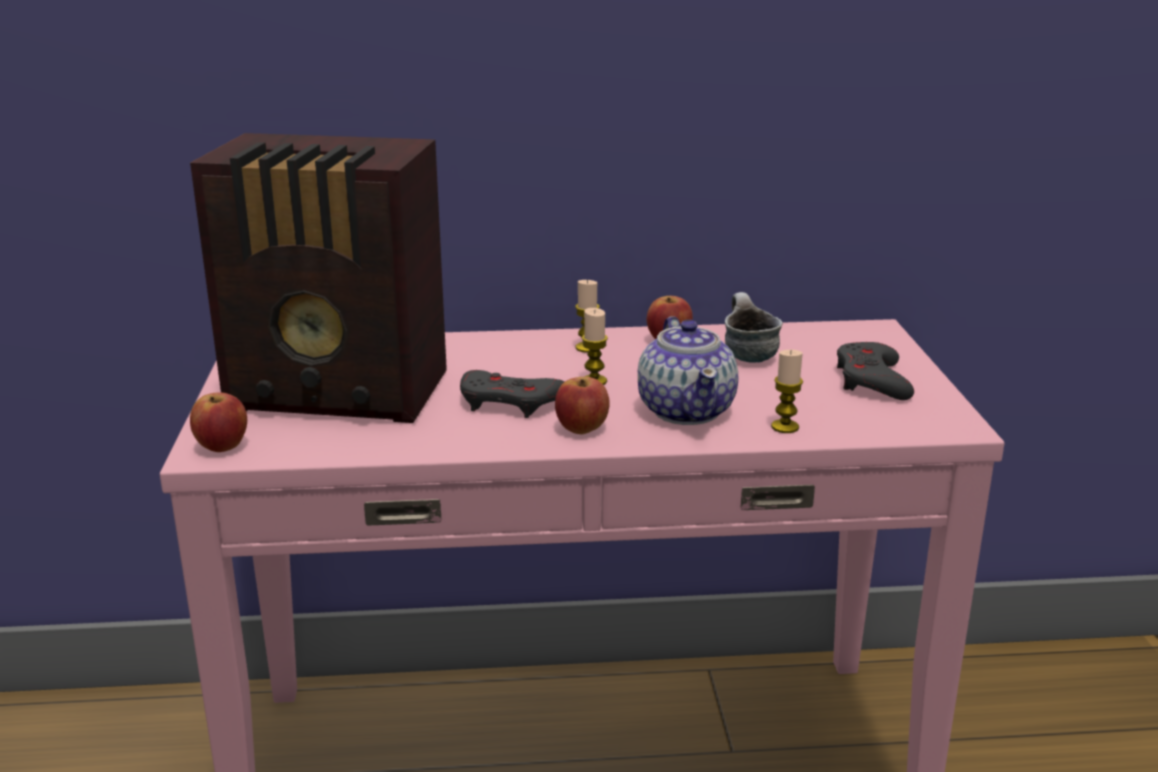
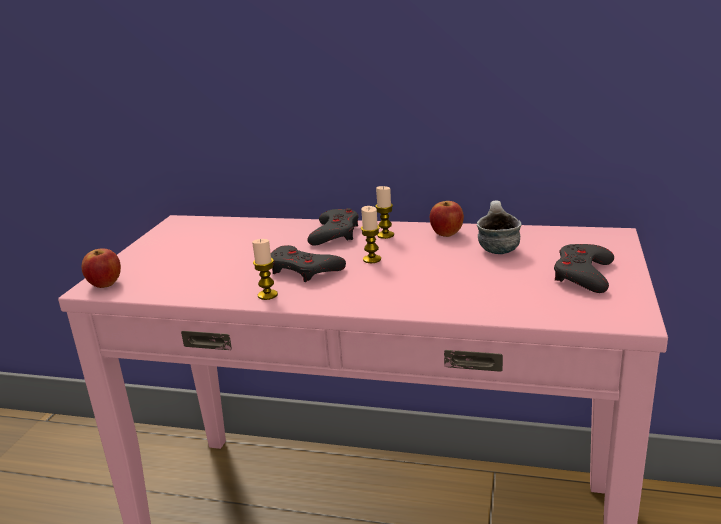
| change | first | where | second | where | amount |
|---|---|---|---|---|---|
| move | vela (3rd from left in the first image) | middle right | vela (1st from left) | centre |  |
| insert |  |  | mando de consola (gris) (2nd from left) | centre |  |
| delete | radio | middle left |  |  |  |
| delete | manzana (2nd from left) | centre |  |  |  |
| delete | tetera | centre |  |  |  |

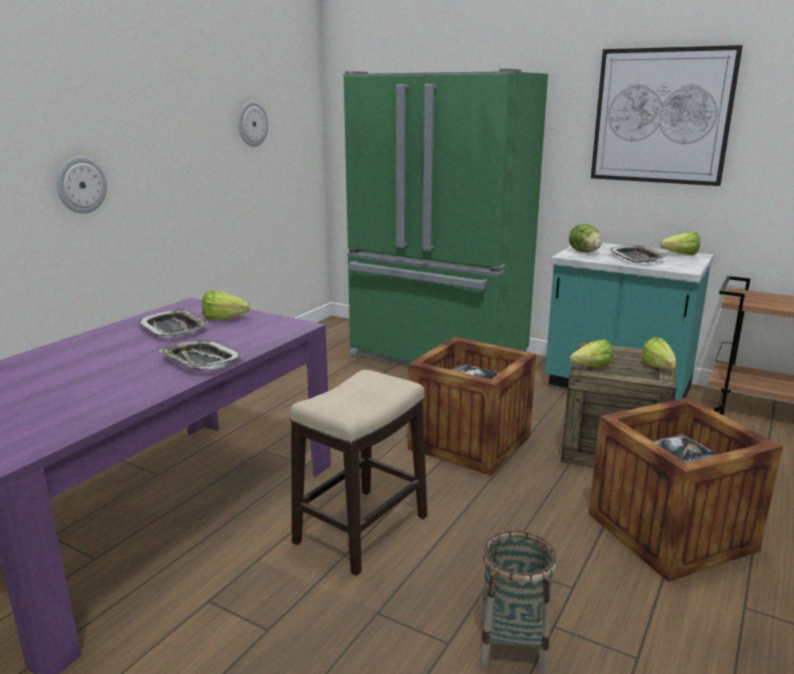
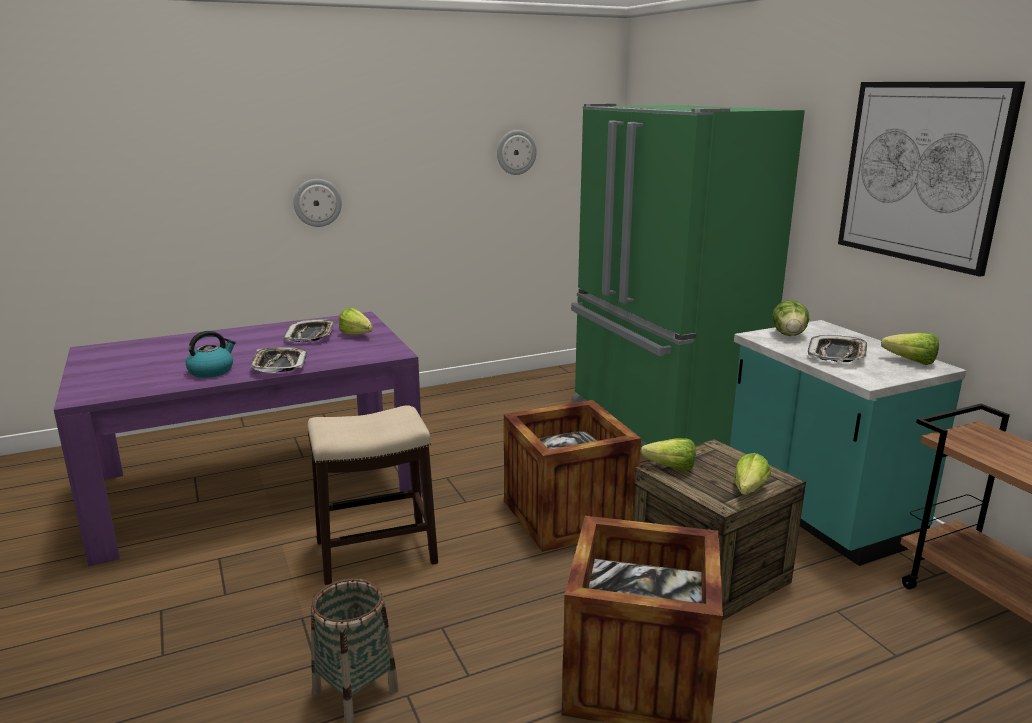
| change | first | where | second | where | amount |
|---|---|---|---|---|---|
| insert |  |  | hervidor | middle left |  |

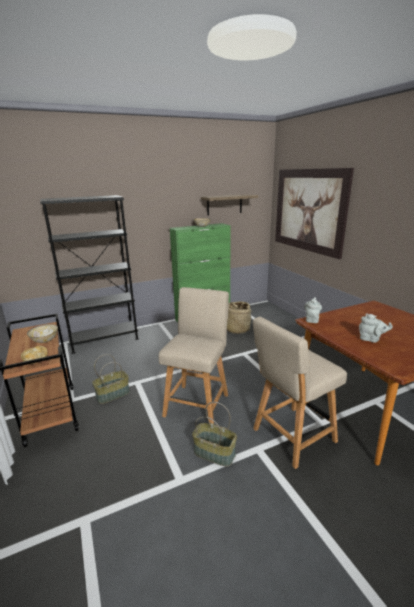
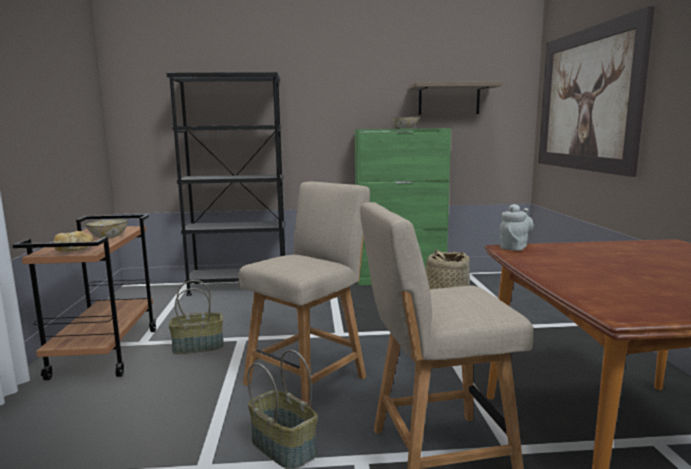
| change | first | where | second | where | amount |
|---|---|---|---|---|---|
| delete | tetera (gris) (2nd from left) | middle right |  |  |  |

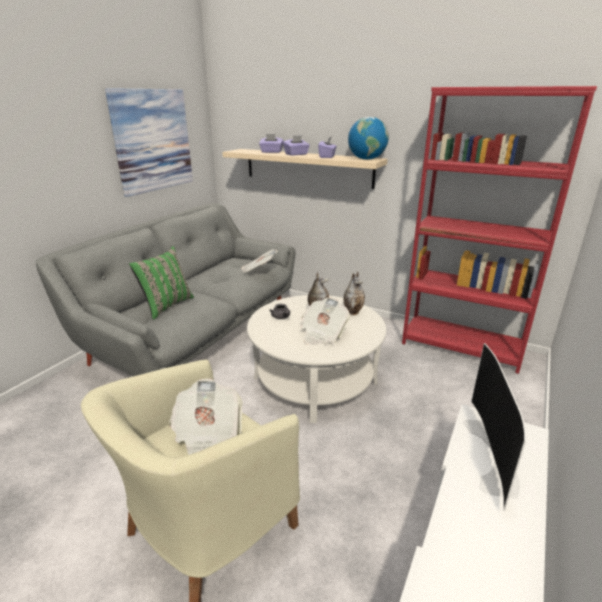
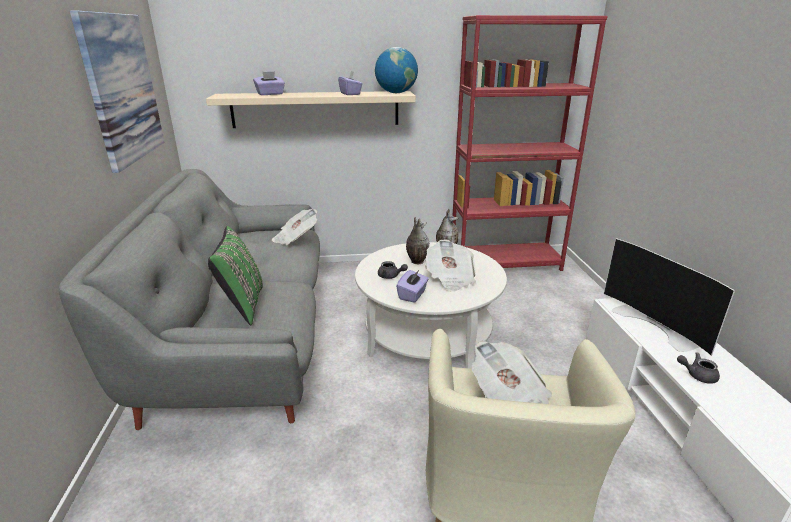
| change | first | where | second | where | amount |
|---|---|---|---|---|---|
| move | caja de pañuelos (morado) (2nd from left in the first image) | top centre | caja de pañuelos (morado) (3rd from left) | centre |  |
| insert |  |  | tetera (gris) (2nd from left) | bottom right |  |

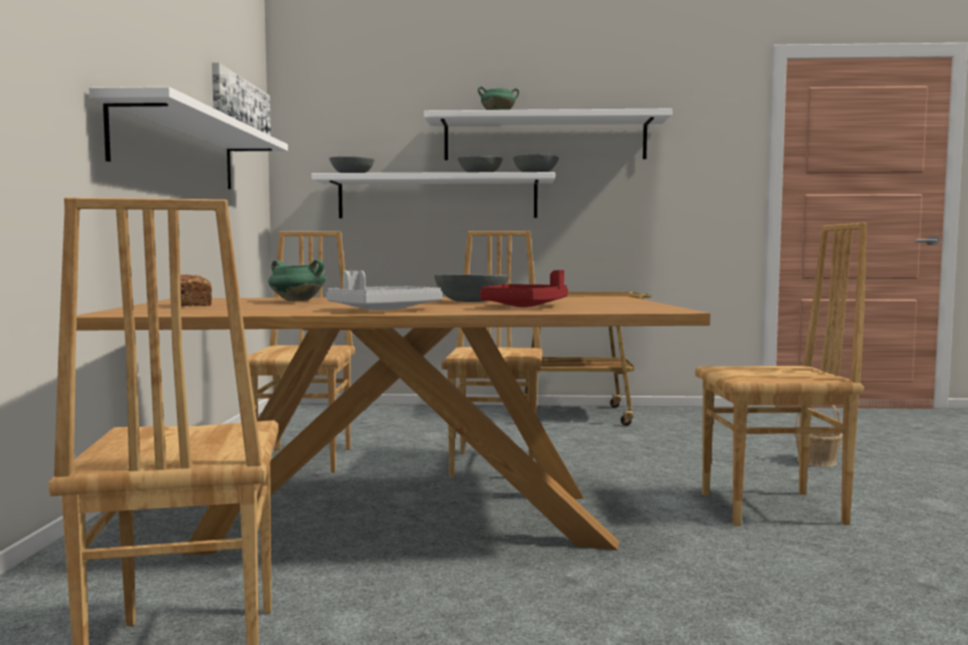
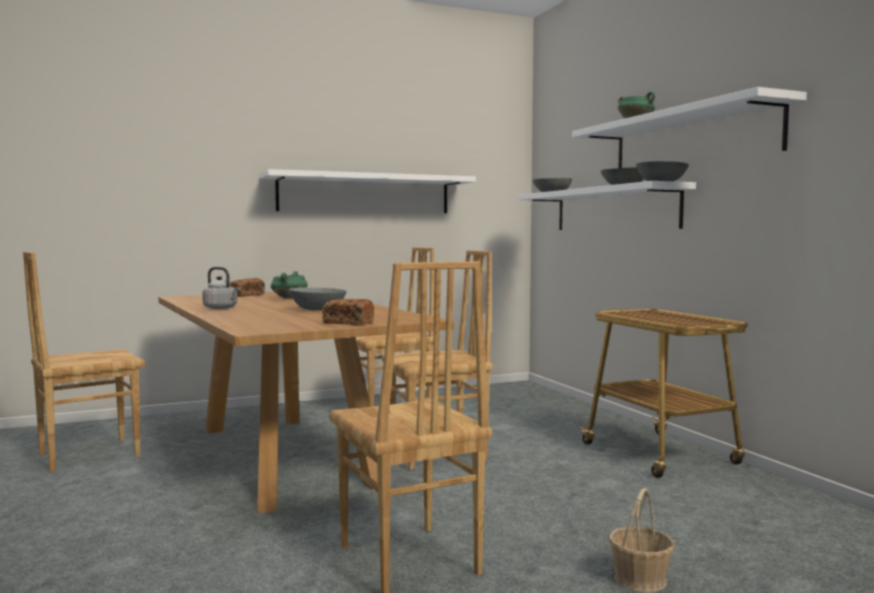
| change | first | where | second | where | amount |
|---|---|---|---|---|---|
| replace | bandeja (gris) | centre | hervidor (gris) | middle left |  |
| insert |  |  | pan (2nd from left) | centre |  |
| delete | cuadro | top left |  |  |  |
| delete | bandeja (rojo) | centre |  |  |  |

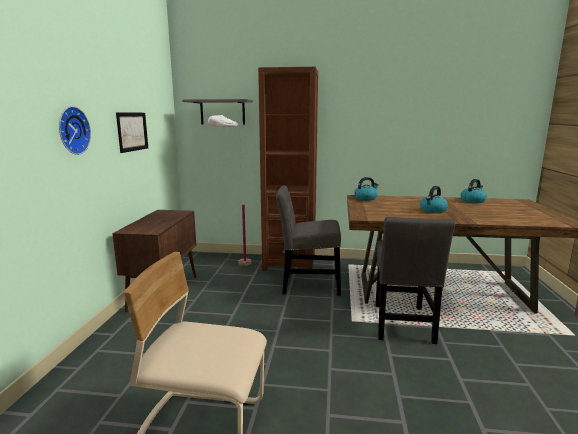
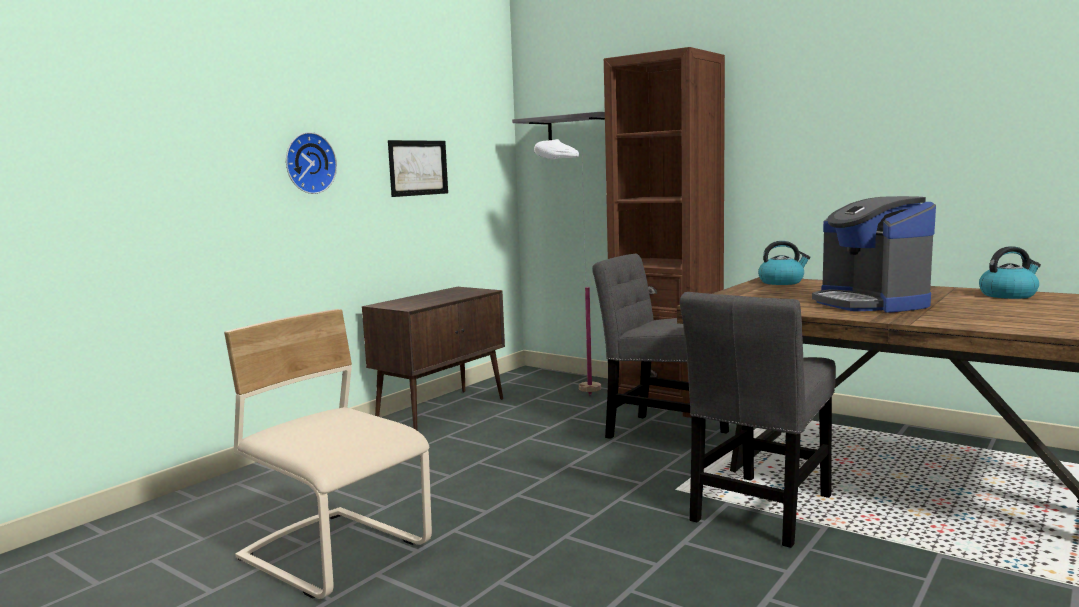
| change | first | where | second | where | amount |
|---|---|---|---|---|---|
| replace | hervidor (2nd from left) | middle right | cafetera | middle right |  |

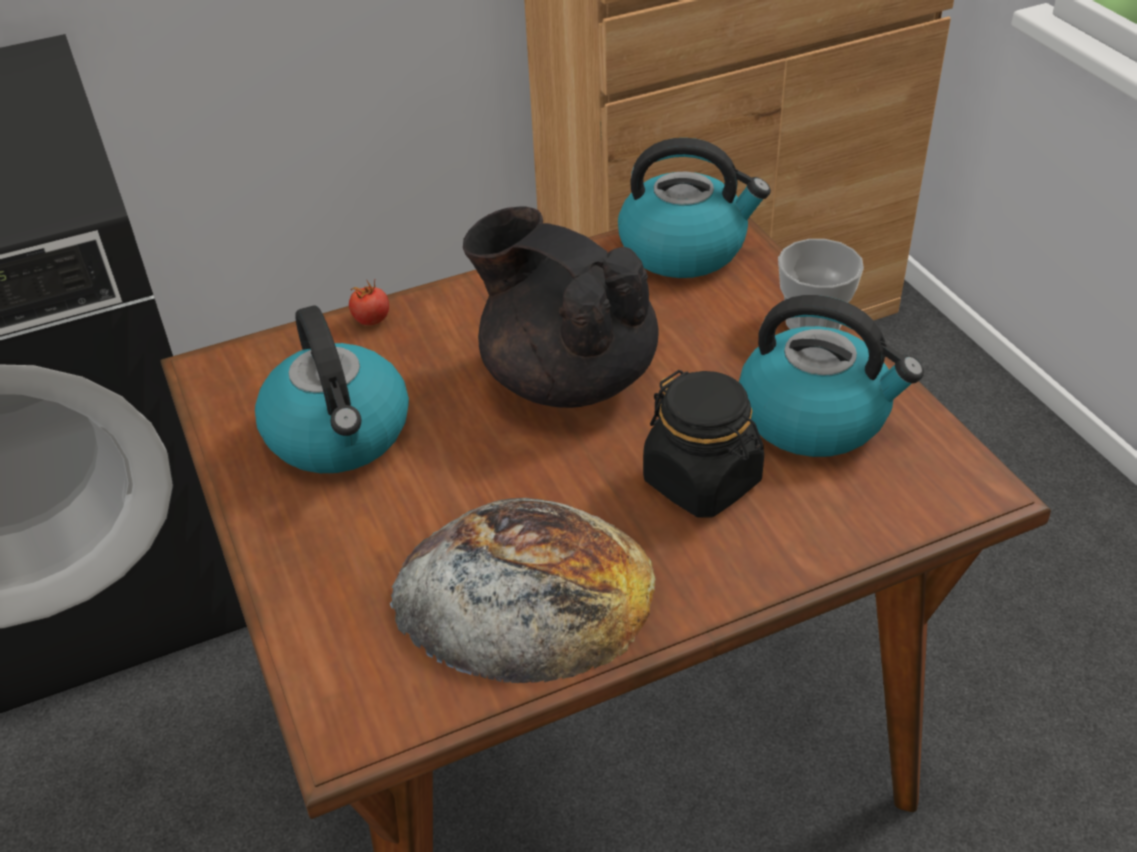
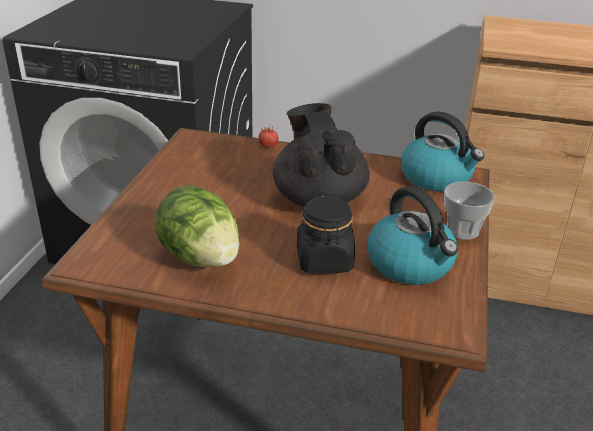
| change | first | where | second | where | amount |
|---|---|---|---|---|---|
| replace | pan | bottom centre | lechuga | middle left |  |
| delete | hervidor (1st from left) | middle left |  |  |  |

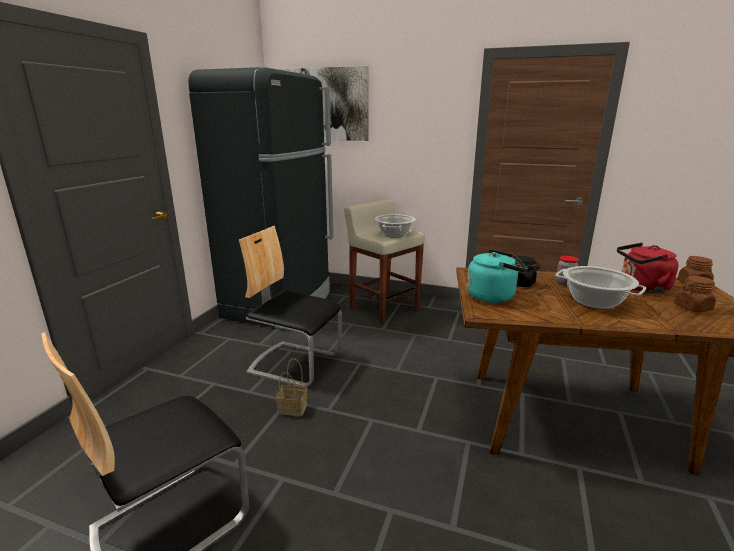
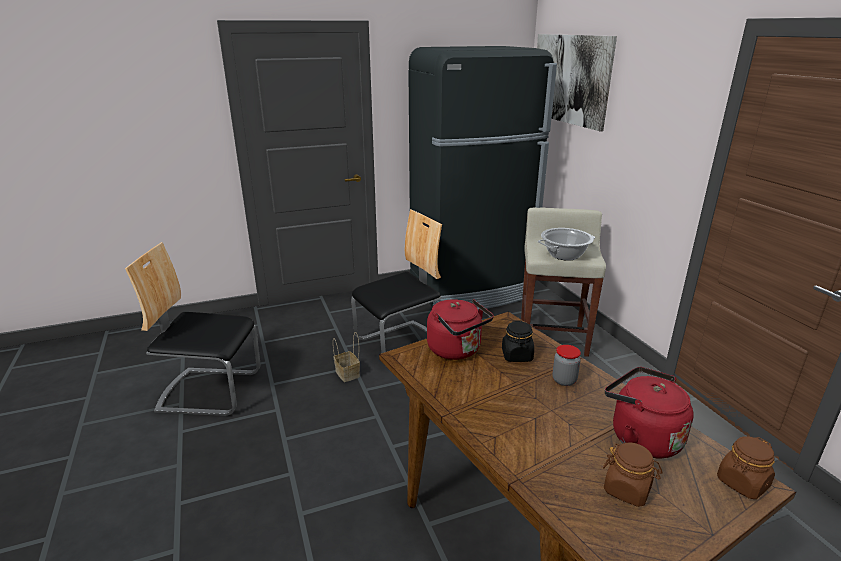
| change | first | where | second | where | amount |
|---|---|---|---|---|---|
| rotate | silla (2nd from left) | centre |  | centre | 75 degrees clockwise |
| recolor | hervidor (turquesa) | middle right | hervidor (rojo) (1st from left) | centre |  |
| delete | olla (2nd from left) | middle right |  |  |  |

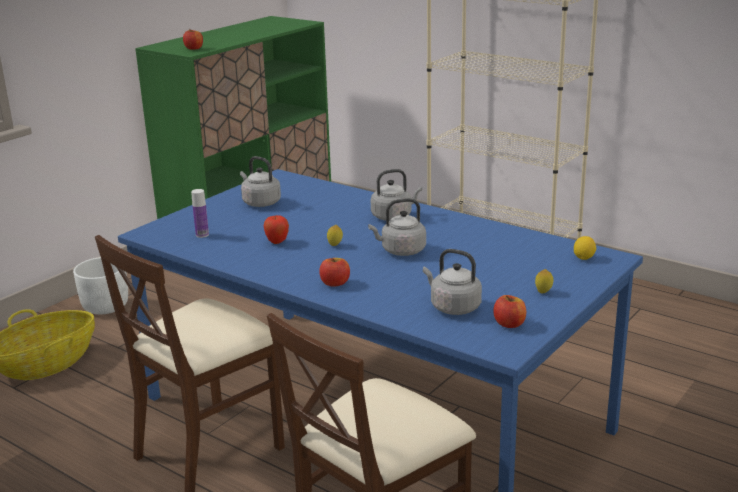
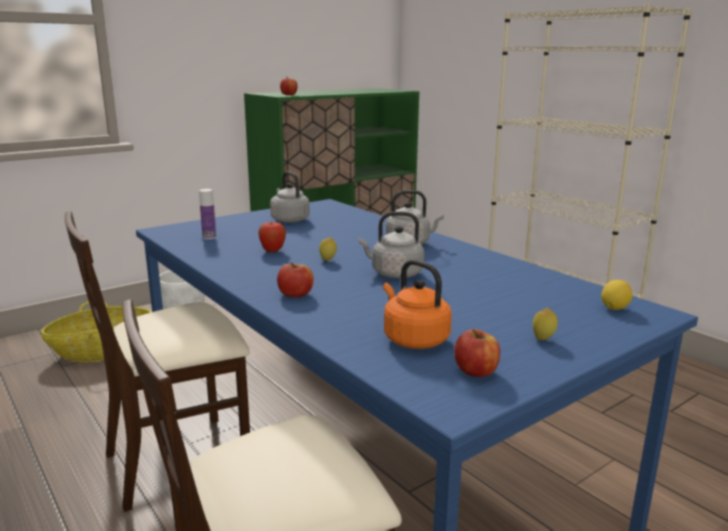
| change | first | where | second | where | amount |
|---|---|---|---|---|---|
| recolor | hervidor (gris) (4th from left) | centre | hervidor (naranja) | centre |  |

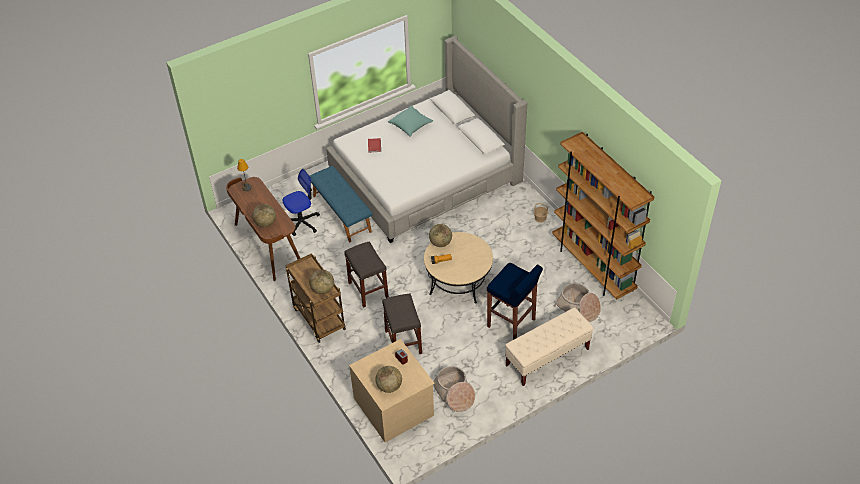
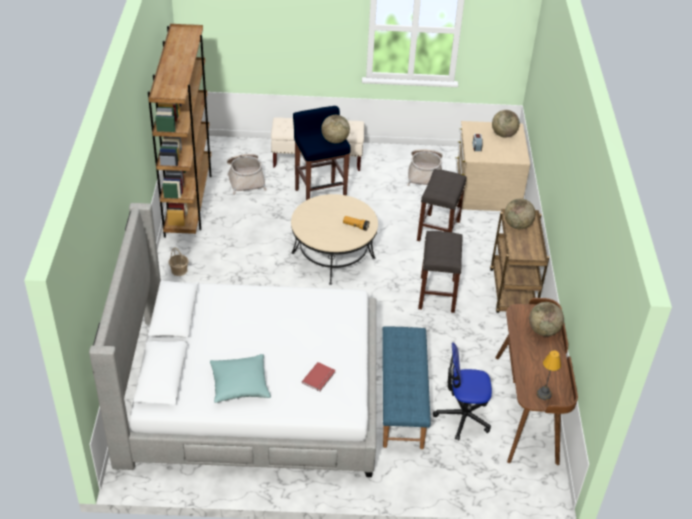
| change | first | where | second | where | amount |
|---|---|---|---|---|---|
| move | globo terráqueo (4th from left in the first image) | centre | globo terráqueo (1st from left) | top centre |  |

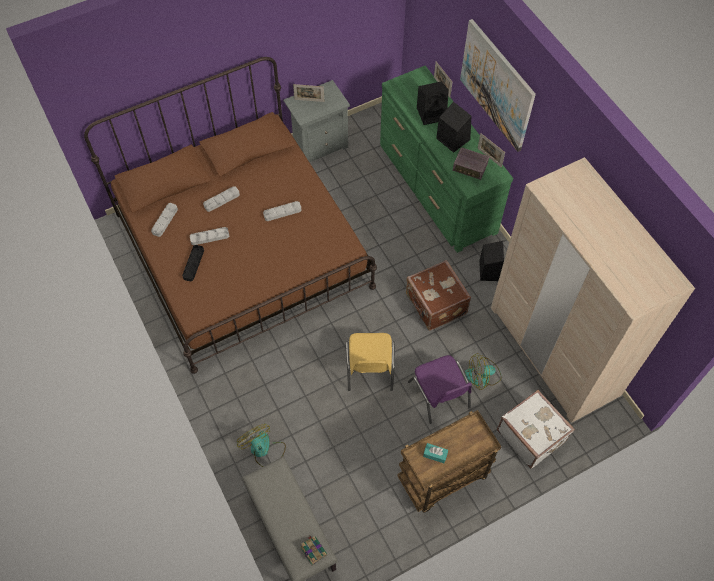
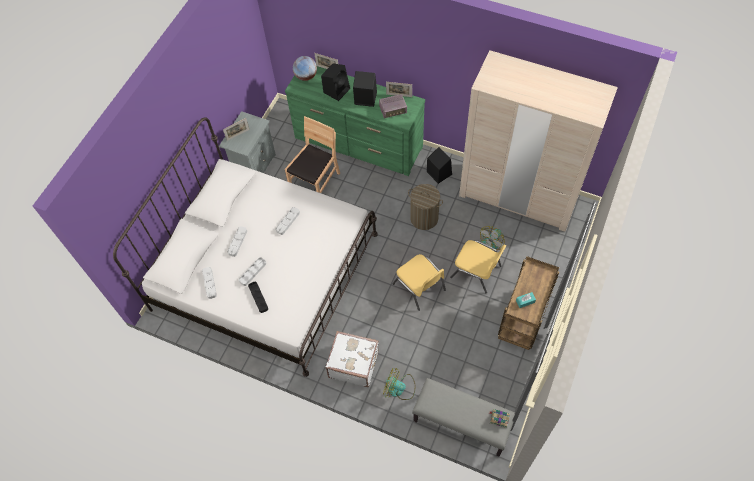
| change | first | where | second | where | amount |
|---|---|---|---|---|---|
| recolor | cama (marrón) | middle left | cama (blanco) | middle left |  |
| insert |  |  | silla (marrón) | top centre |  |
| insert |  |  | globo terráqueo | top centre |  |
| move | maleta (blanco) | bottom right |  | bottom centre |  |
| replace | maleta (marrón) | centre | cesto de la ropa | centre |  |
| recolor | silla (morado) | bottom centre | silla (amarillo) (2nd from left) | centre |  |
| delete | cuadro | top right |  |  |  |

